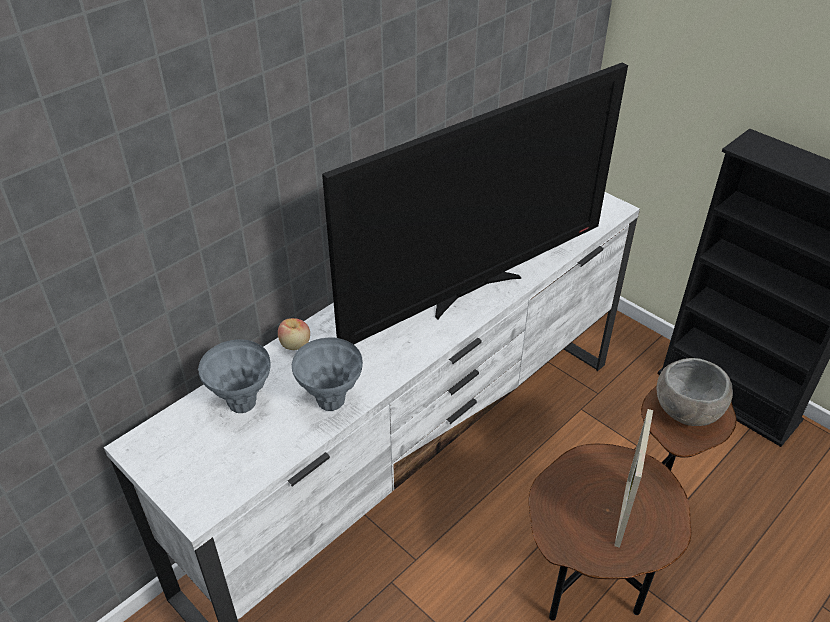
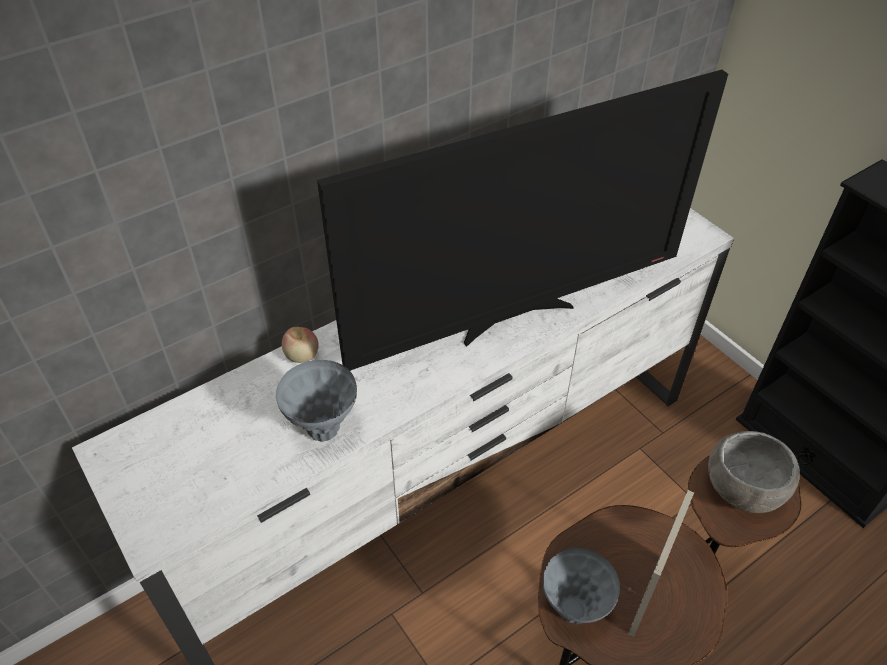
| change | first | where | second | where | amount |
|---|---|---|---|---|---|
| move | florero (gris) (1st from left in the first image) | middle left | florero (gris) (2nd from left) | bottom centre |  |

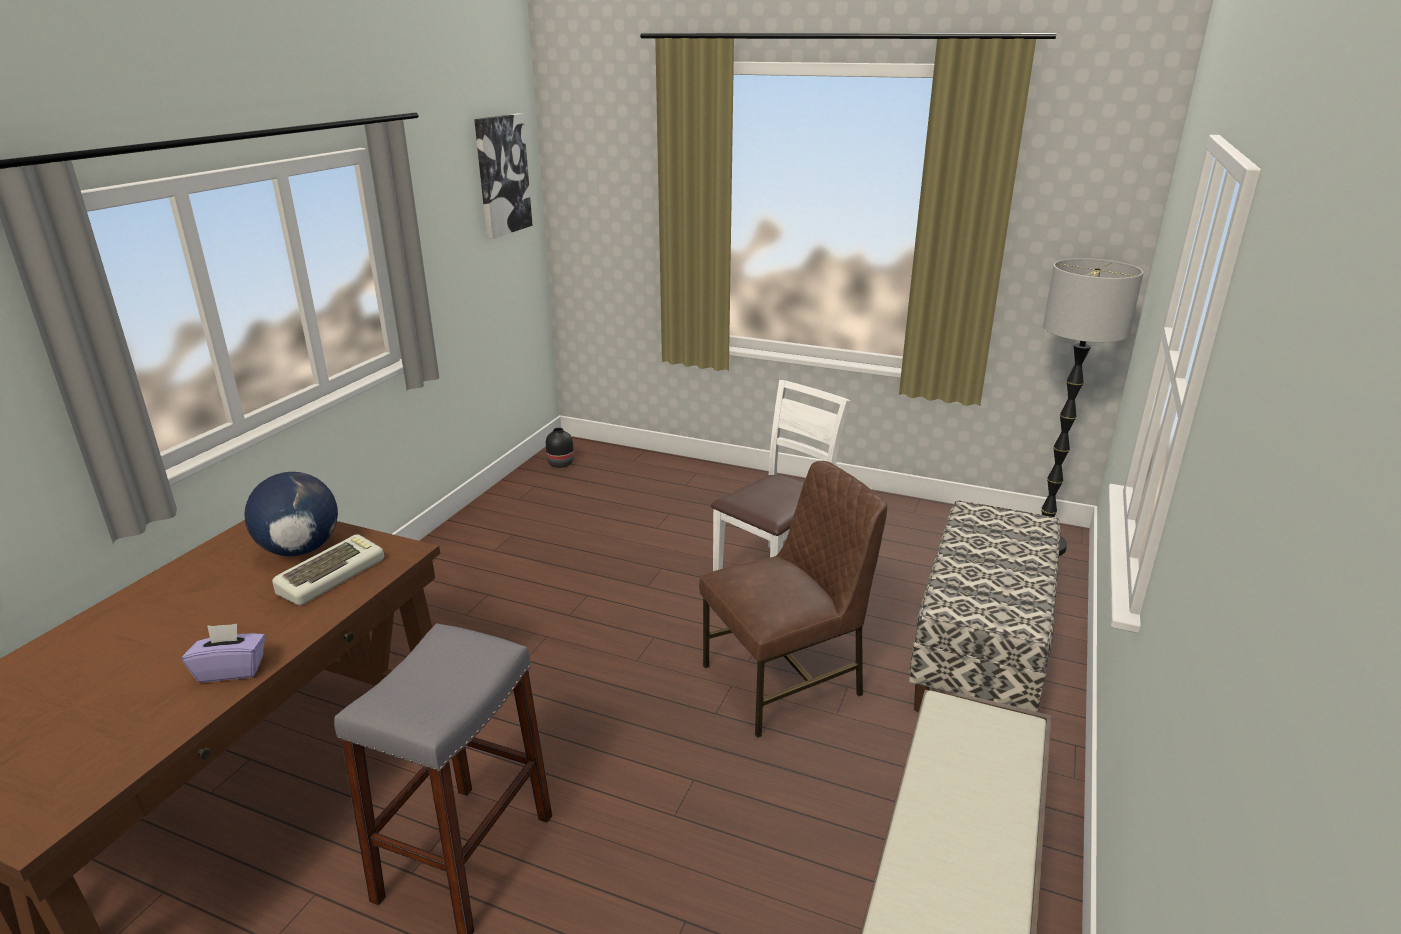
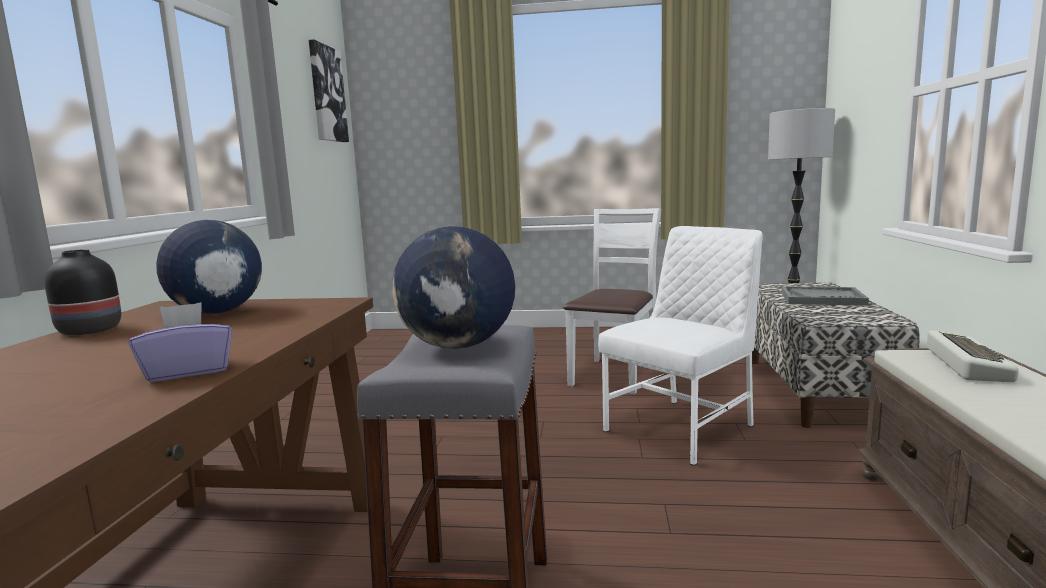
| change | first | where | second | where | amount |
|---|---|---|---|---|---|
| move | florero (negro) | centre |  | middle left |  |
| insert |  |  | globo terráqueo (2nd from left) | centre |  |
| recolor | silla (marrón) | centre | silla (blanco) (2nd from left) | centre |  |
| insert |  |  | bandeja (gris) | middle right |  |
| move | teclado | middle left |  | middle right |  |

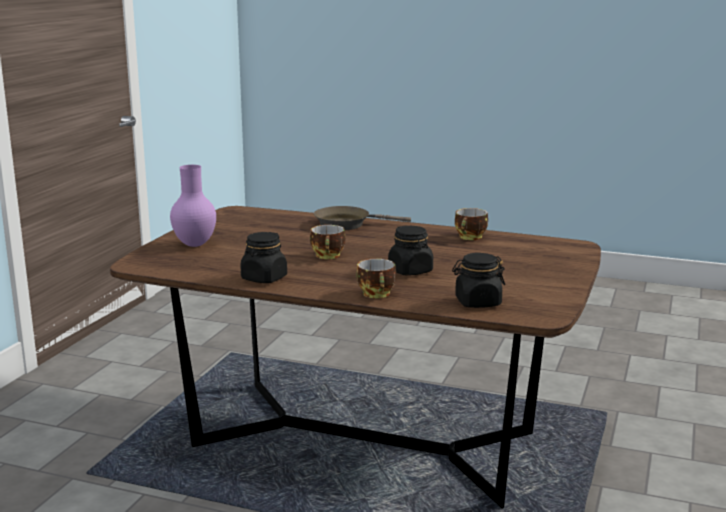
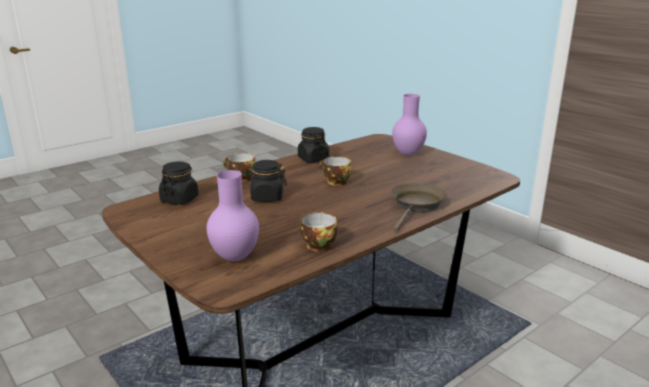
| change | first | where | second | where | amount |
|---|---|---|---|---|---|
| insert |  |  | florero (morado) (1st from left) | centre |  |

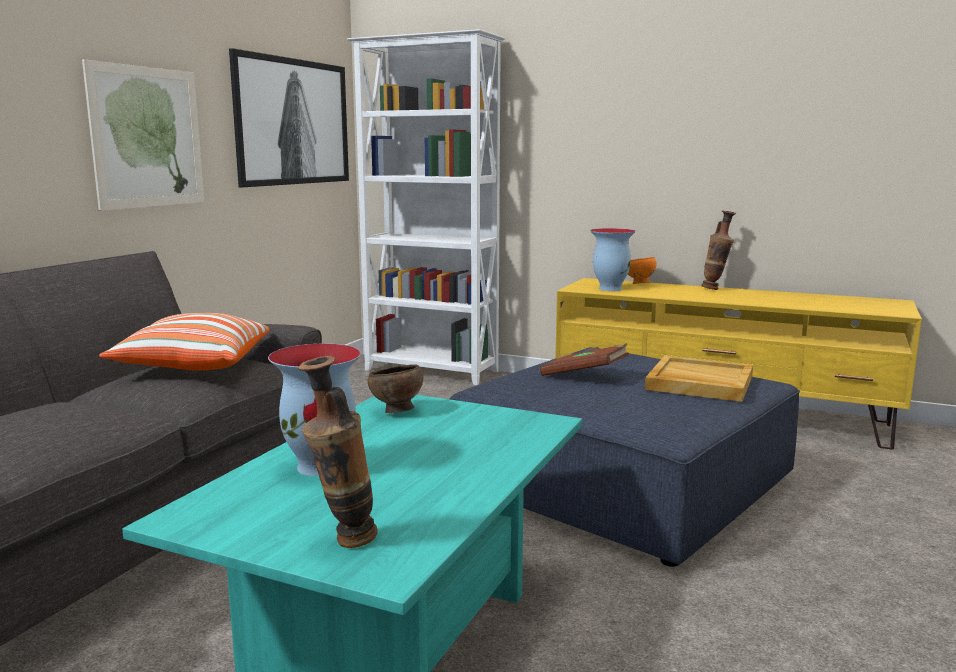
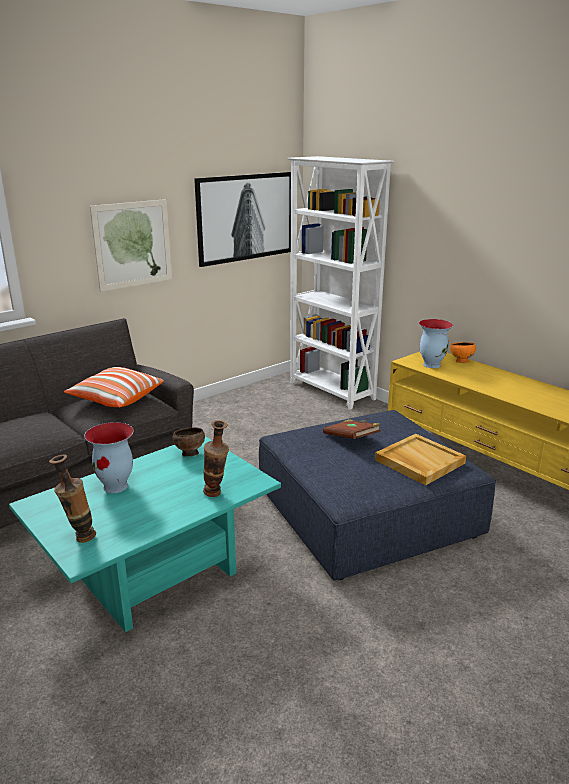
| change | first | where | second | where | amount |
|---|---|---|---|---|---|
| move | florero (4th from left in the first image) | middle right | florero (3rd from left) | centre |  |

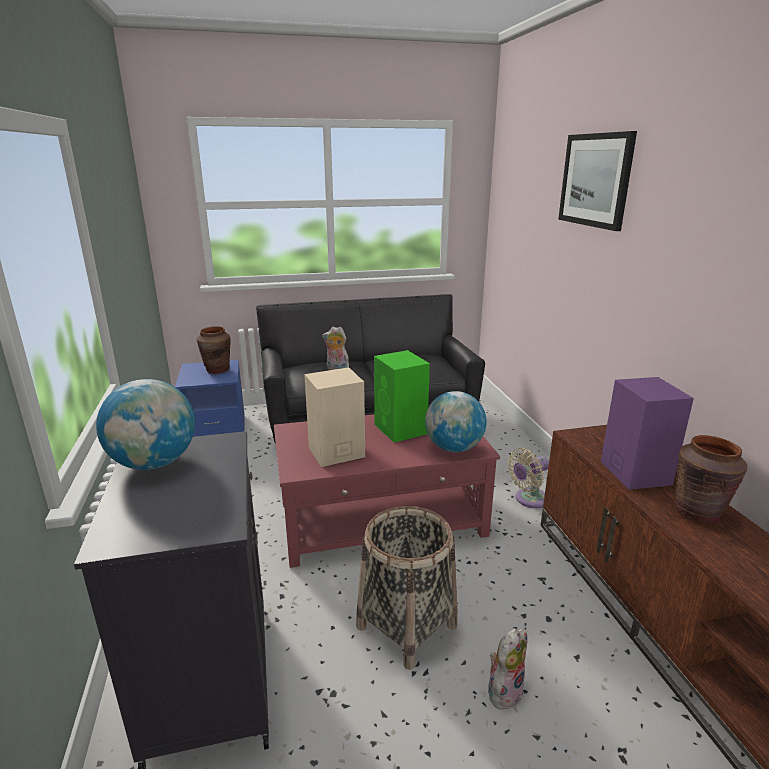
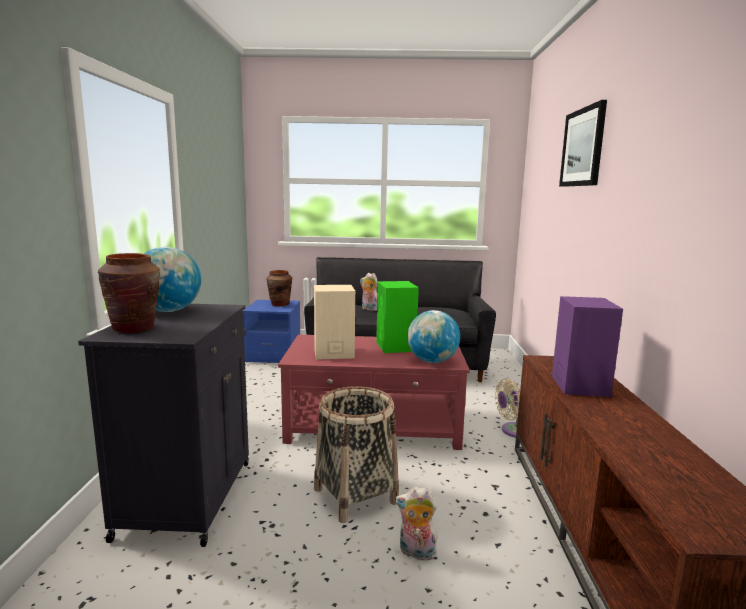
| change | first | where | second | where | amount |
|---|---|---|---|---|---|
| move | florero (marrón) (2nd from left in the first image) | middle right | florero (marrón) (1st from left) | middle left |  |
| rotate | peluche (2nd from left) | bottom centre |  | bottom centre | 135 degrees counterclockwise |

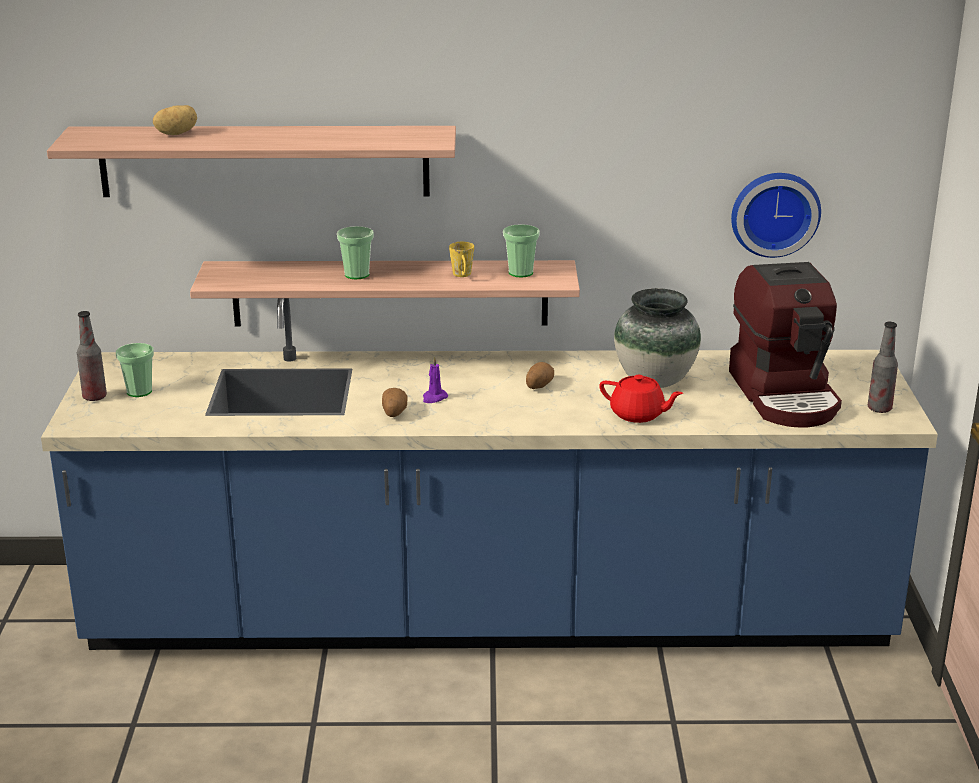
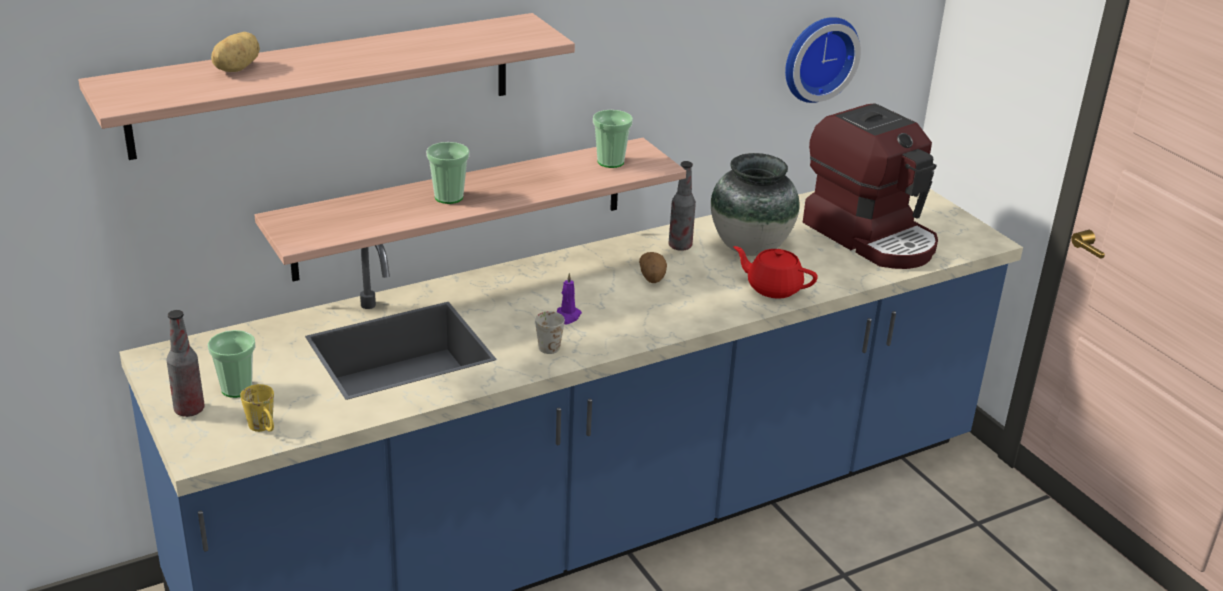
| change | first | where | second | where | amount |
|---|---|---|---|---|---|
| move | taza grande (amarillo) | top centre |  | bottom left |  |
| replace | patata (2nd from left) | centre | taza grande (blanco) | centre |  |
| move | botella (2nd from left) | middle right |  | centre |  |
| rotate | tetera (rojo) | centre |  | centre | 150 degrees counterclockwise |

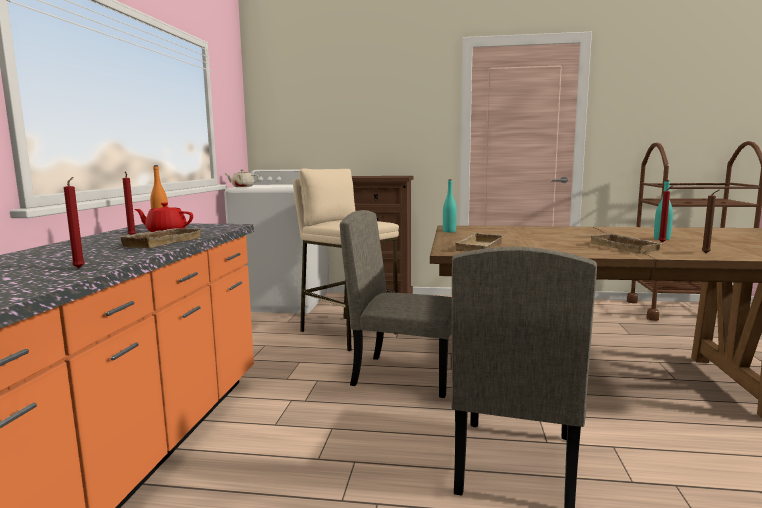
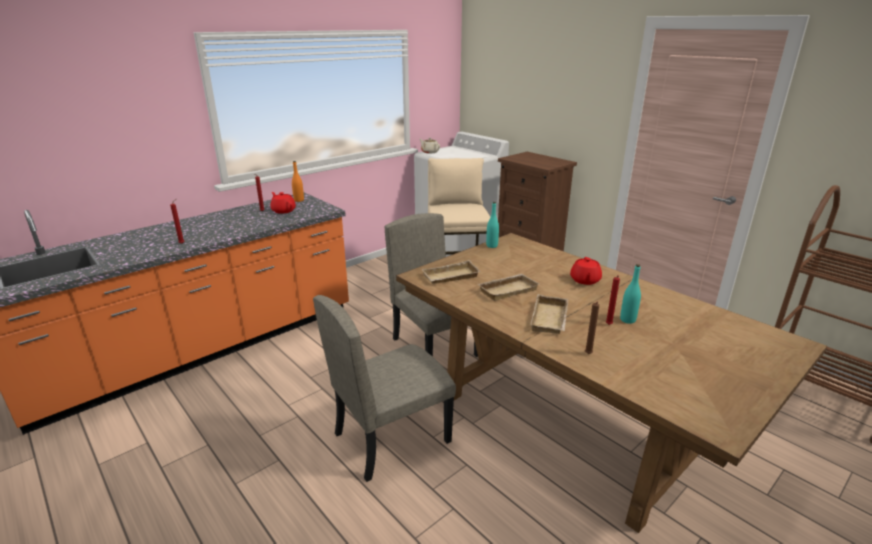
| change | first | where | second | where | amount |
|---|---|---|---|---|---|
| move | bandeja (beis) (1st from left in the first image) | middle left | bandeja (beis) (2nd from left) | centre |  |
| insert |  |  | tetera (rojo) (2nd from left) | middle right |  |

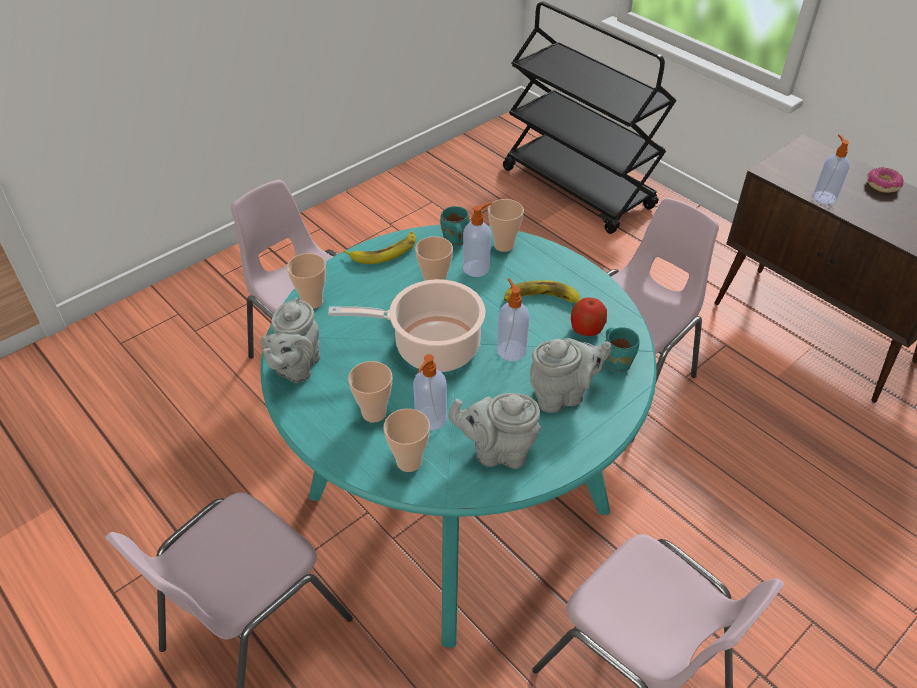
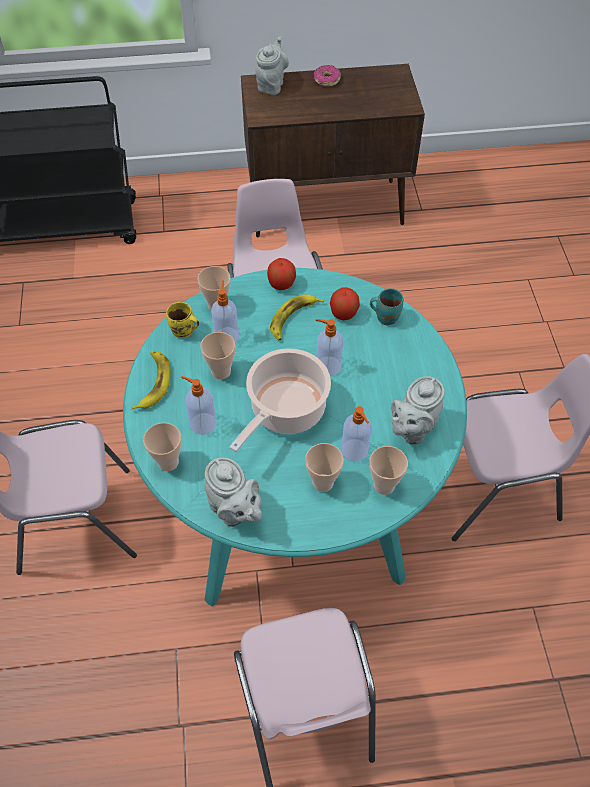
| change | first | where | second | where | amount |
|---|---|---|---|---|---|
| recolor | taza grande (turquesa) (1st from left) | top centre | taza grande (amarillo) | middle left |  |
| move | dispensador de jabón (4th from left in the first image) | top right | dispensador de jabón (1st from left) | centre |  |
| move | tetera (gris) (3rd from left in the first image) | centre | tetera (gris) (2nd from left) | top centre |  |
| insert |  |  | manzana (1st from left) | centre |  |

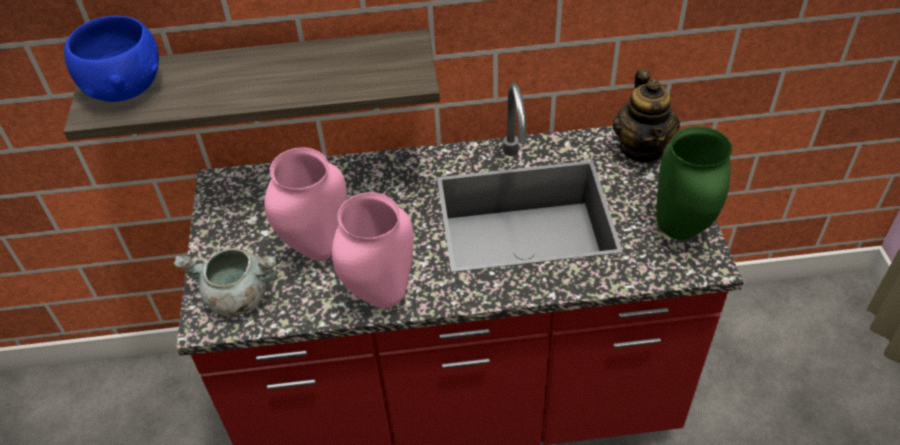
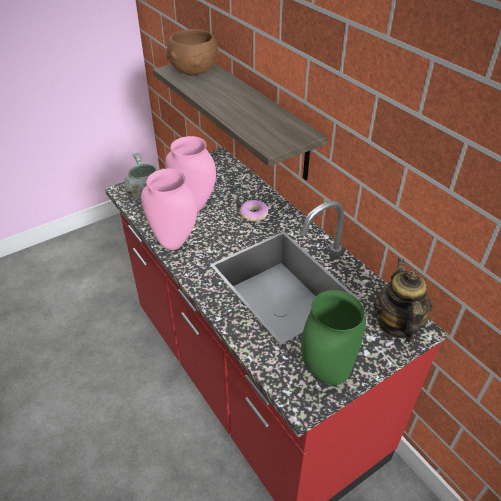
| change | first | where | second | where | amount |
|---|---|---|---|---|---|
| recolor | cuenco (azul) | top left | cuenco (marrón) | top centre |  |
| insert |  |  | rosquilla | centre |  |
| rotate | tetera | top right |  | middle right | 120 degrees clockwise |

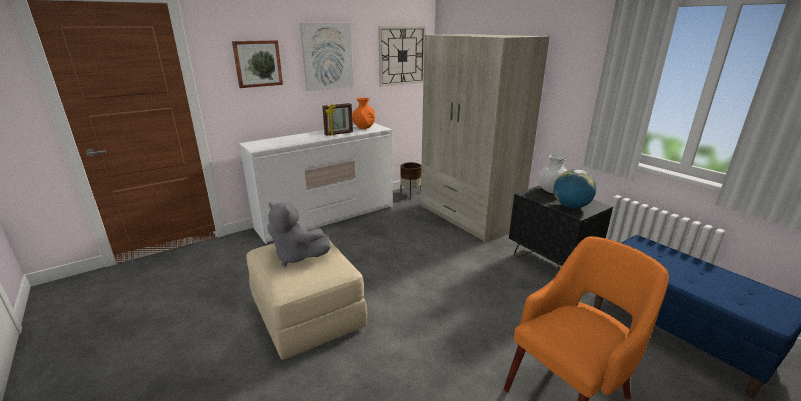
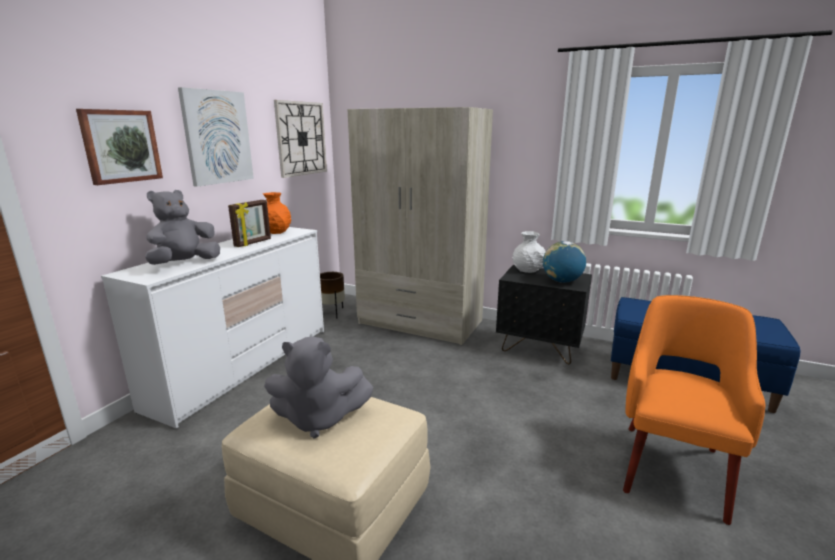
| change | first | where | second | where | amount |
|---|---|---|---|---|---|
| insert |  |  | peluche (gris) (1st from left) | middle left |  |

